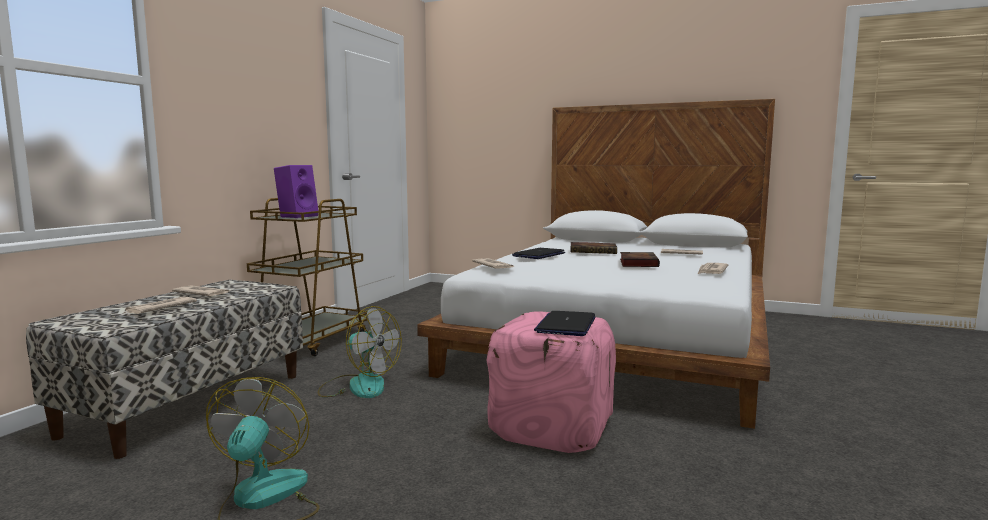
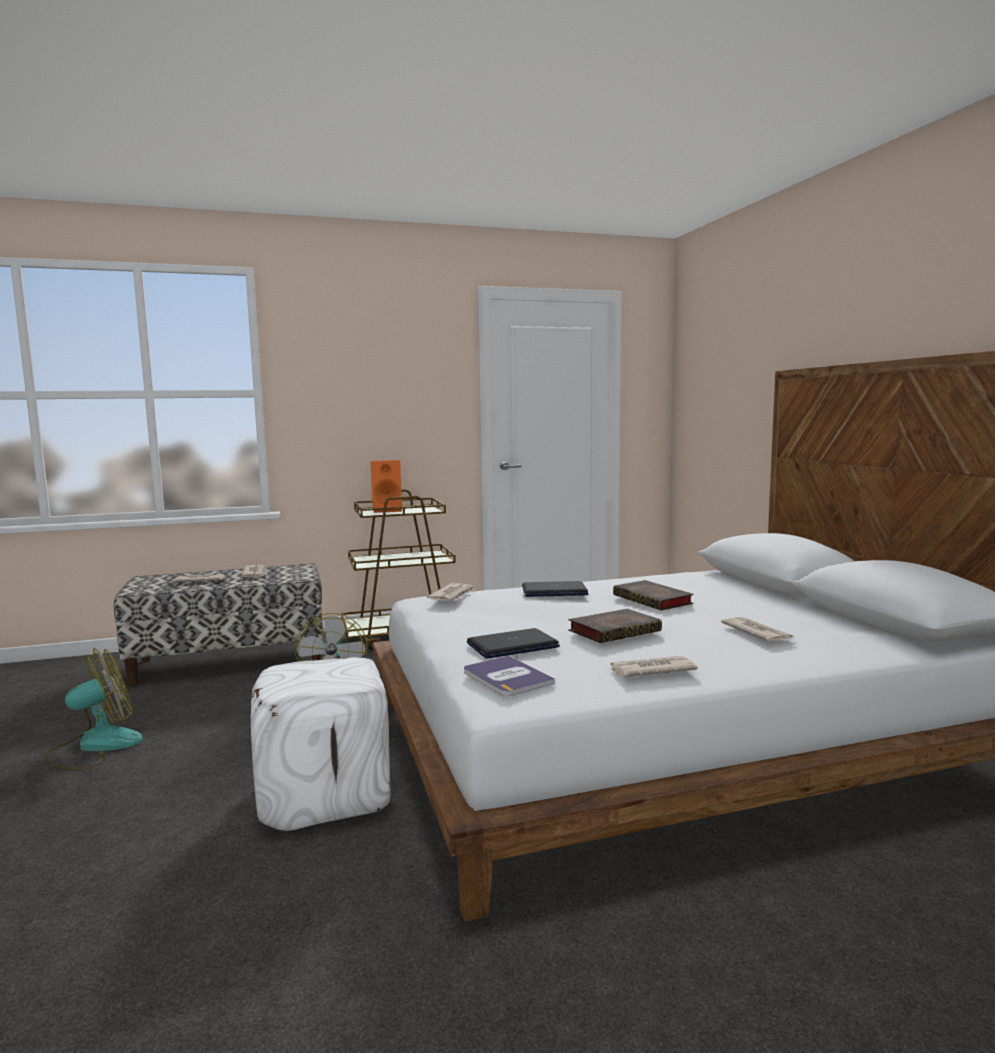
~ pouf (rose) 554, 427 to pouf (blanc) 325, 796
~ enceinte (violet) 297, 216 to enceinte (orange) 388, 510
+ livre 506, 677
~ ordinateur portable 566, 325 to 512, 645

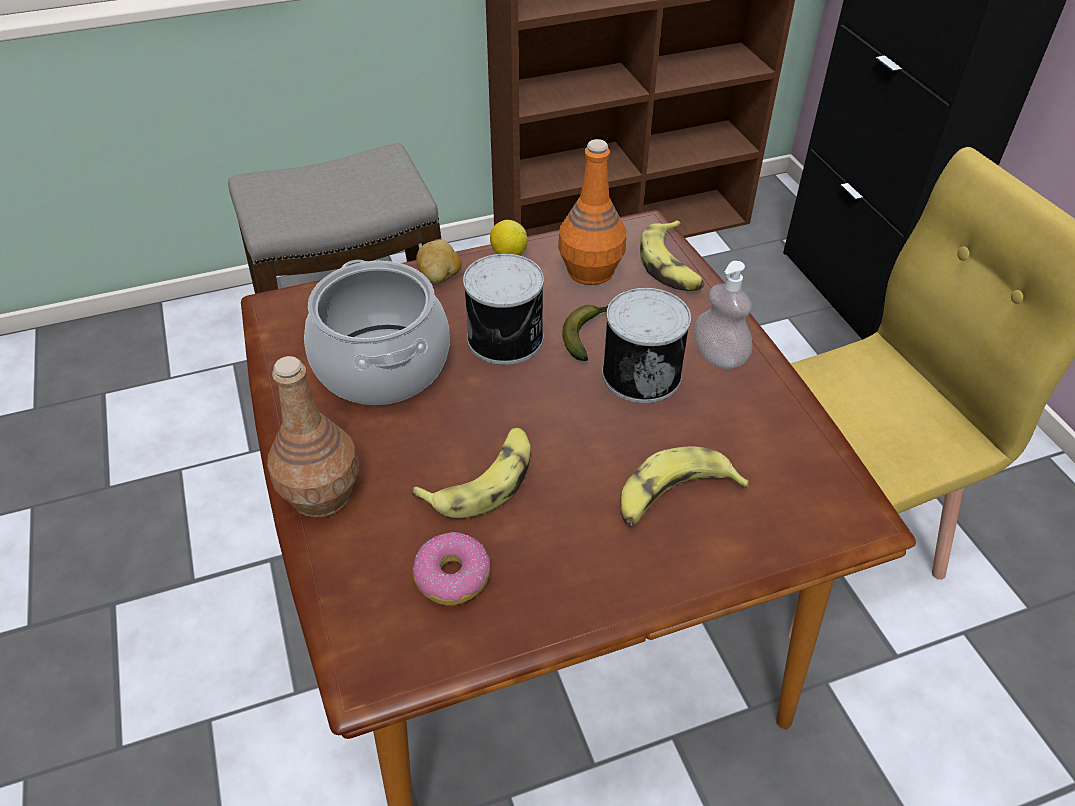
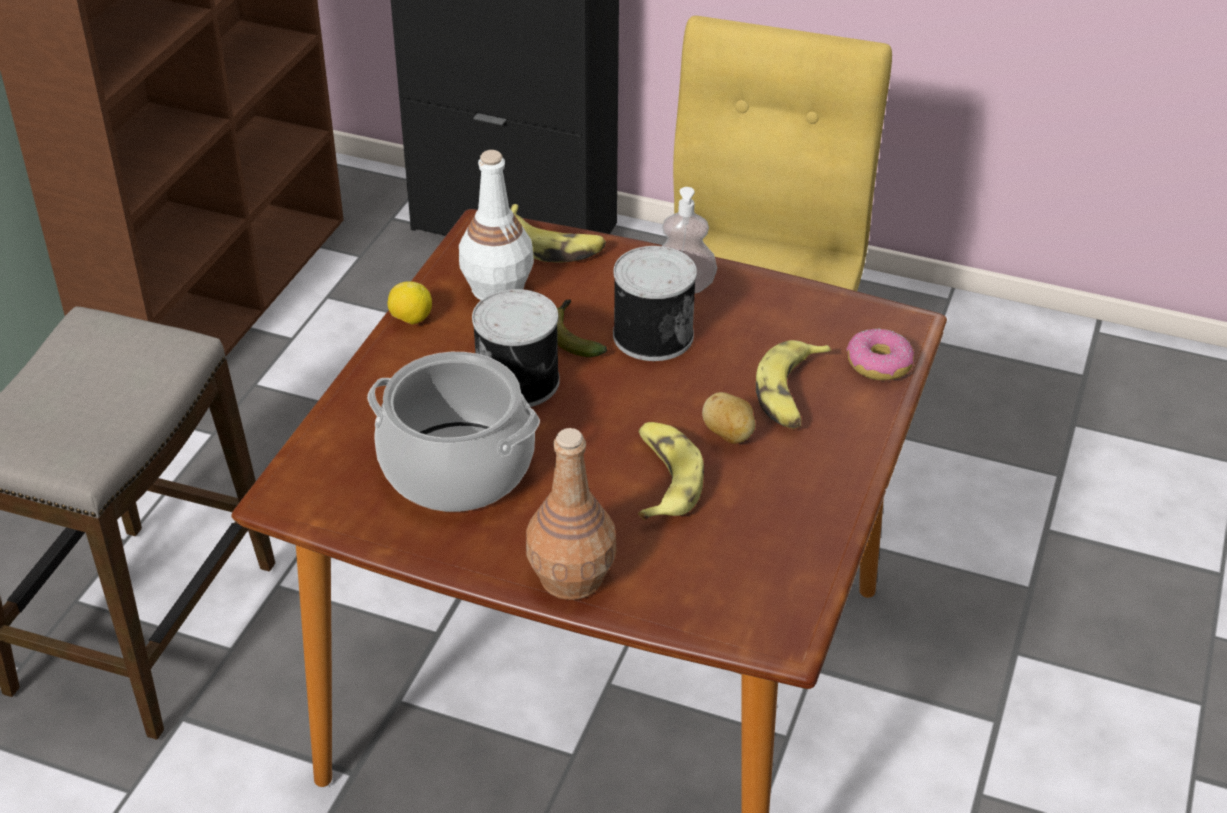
~ bouteille (orange) 589, 271 to bouteille (blanc) 497, 289
~ pomme de terre 440, 278 to 728, 435
~ beignet 452, 576 to 878, 364

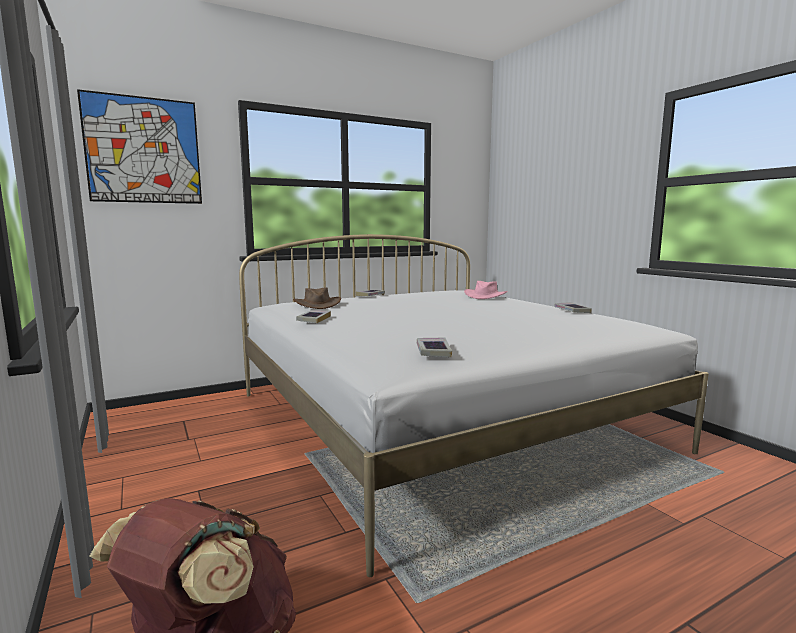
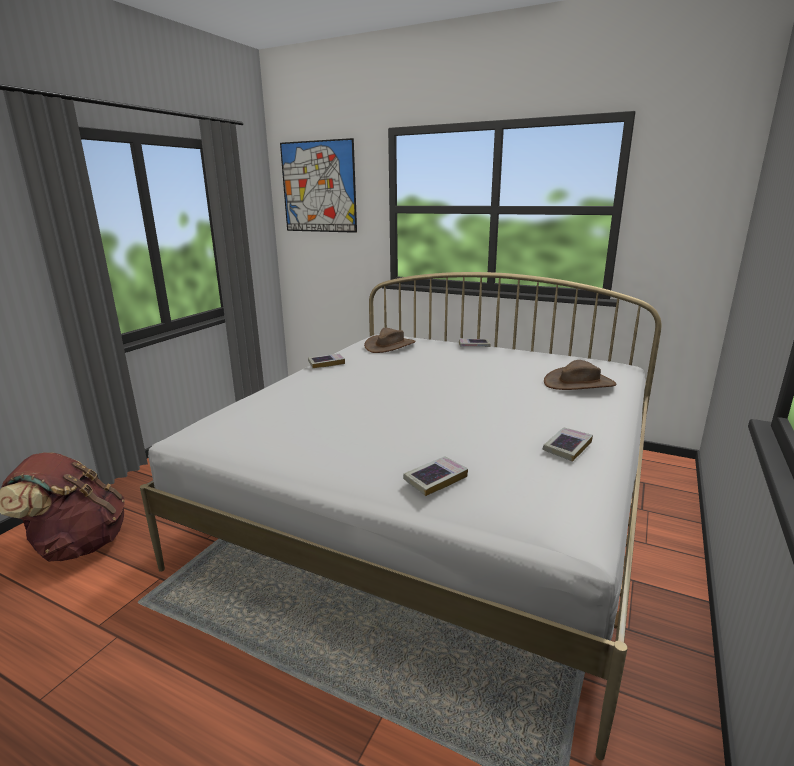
~ livre 433, 351 to 435, 479
~ chapeau (rose) 485, 296 to chapeau (marron) 579, 383

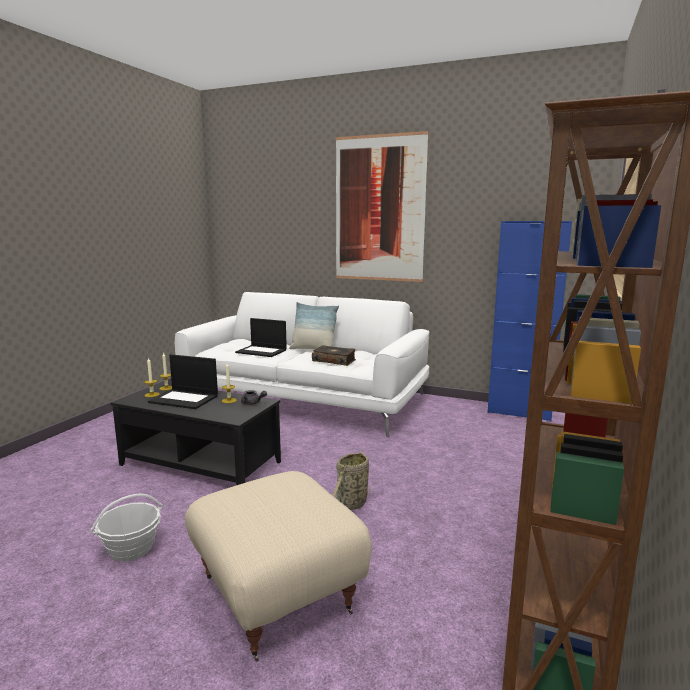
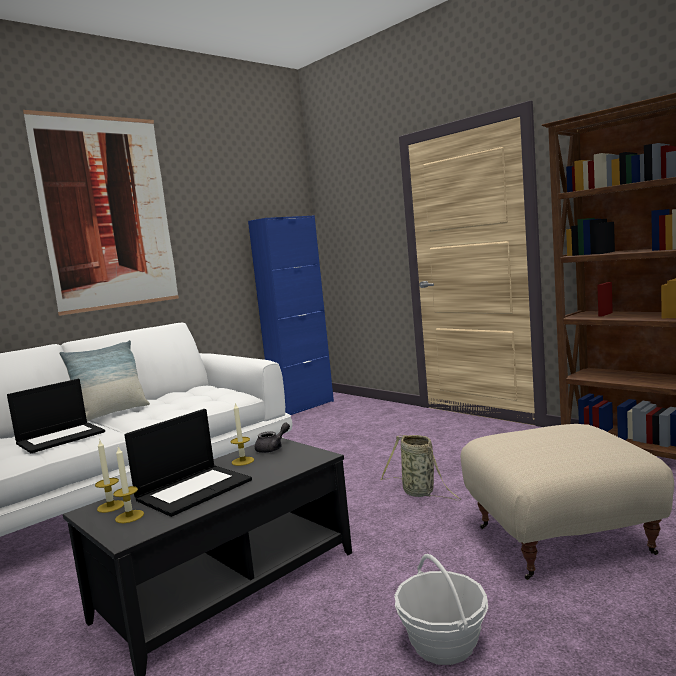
- livre 334, 360

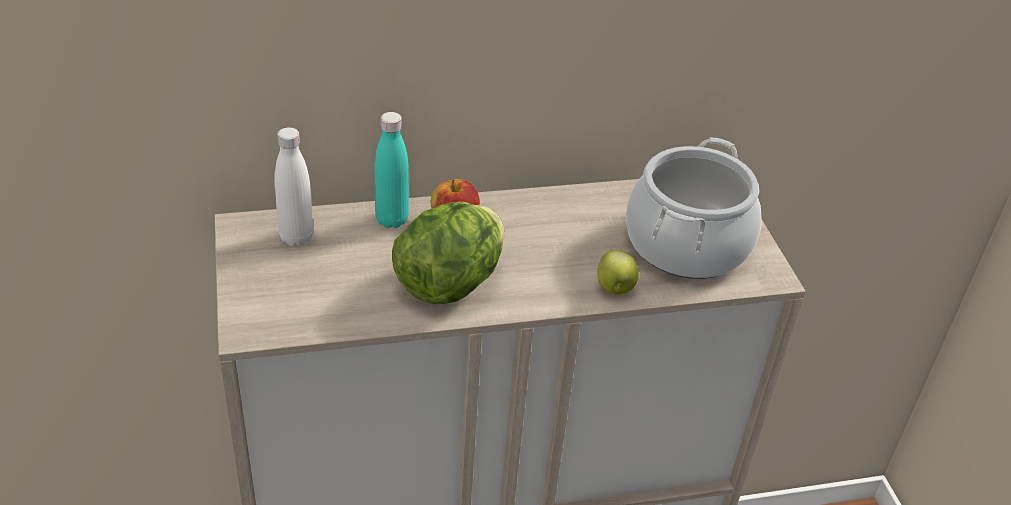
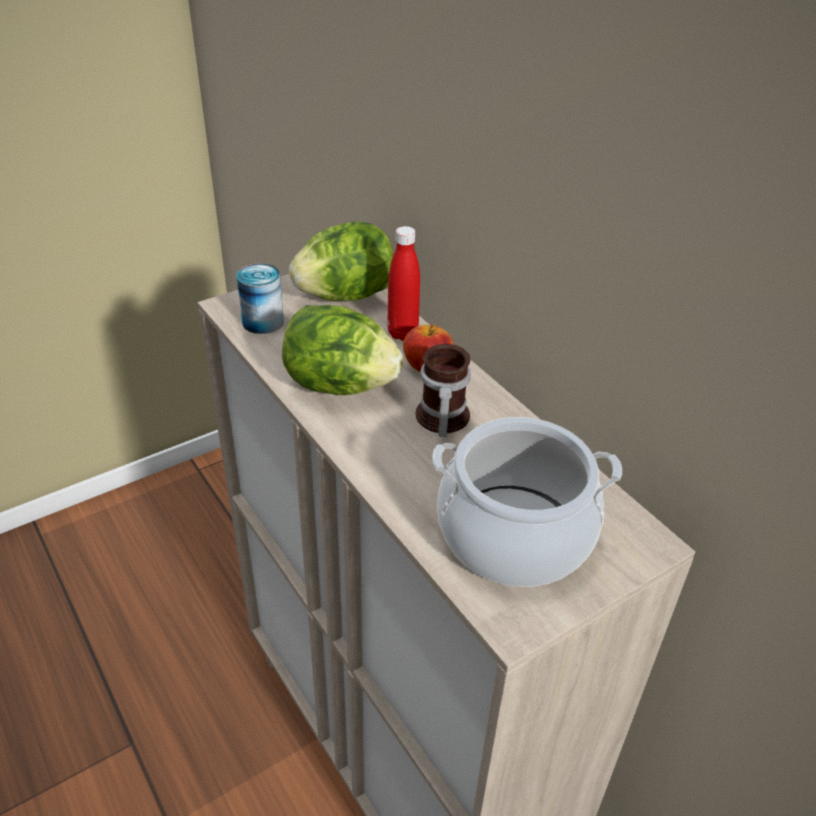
+ boîte métallique 263, 322
~ bouteille (blanc) 296, 237 to laitue 346, 295
~ bouteille (turquoise) 391, 220 to bouteille (rouge) 402, 333
+ mug 439, 419
- pomme 615, 288

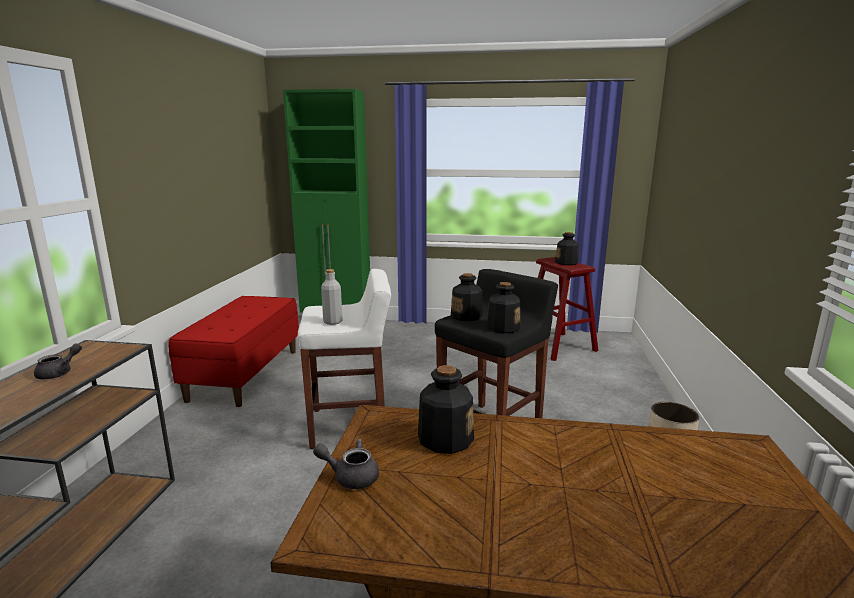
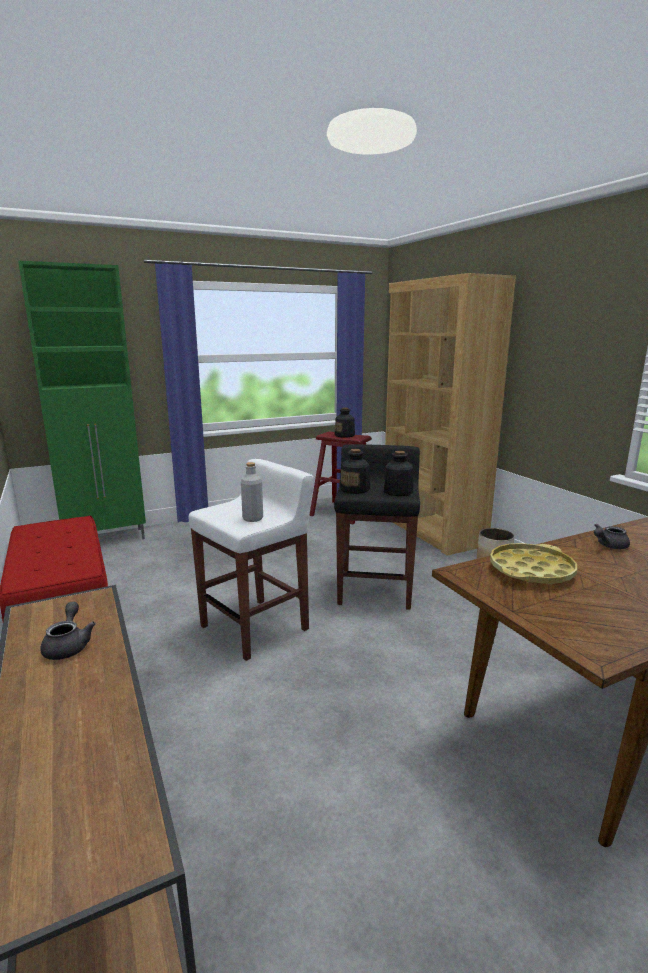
+ bibliothèque (marron) 431, 530
~ bouteille 445, 438 to plateau (jaune) 531, 570
~ théière (gris) 350, 476 to 608, 546

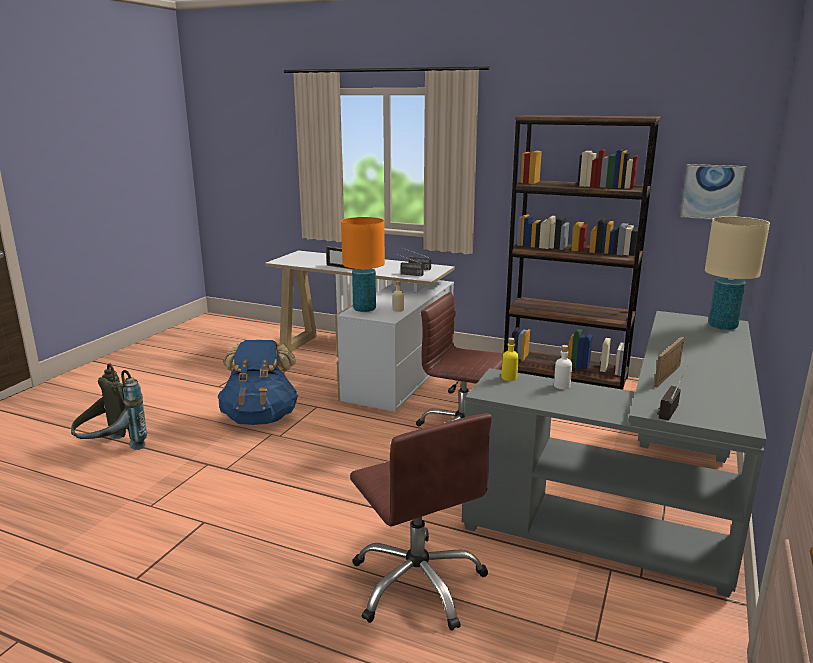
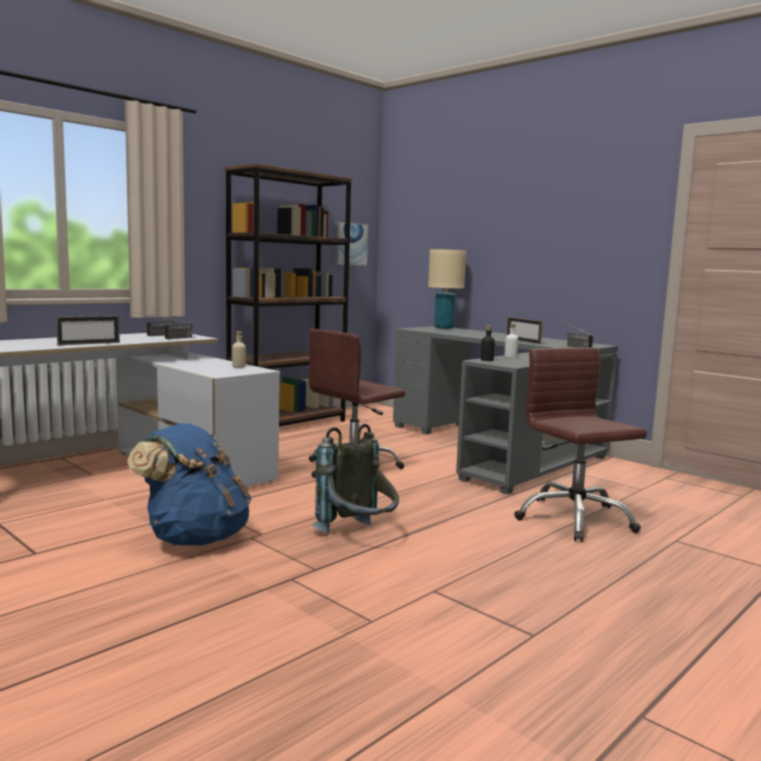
~ sac à dos (gris) 111, 450 to 359, 536
~ bouteille (jaune) 509, 377 to bouteille (noir) 487, 360
~ chaise de bureau (marron) 418, 583 = 574, 519 105 degrees counterclockwise
- lampe de table (orange) 364, 309

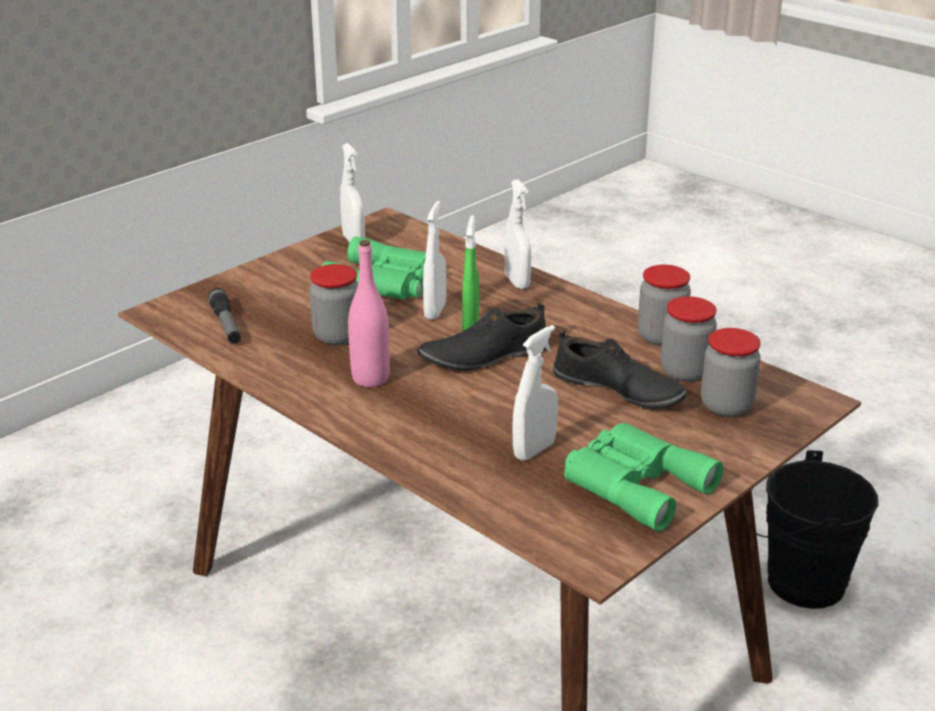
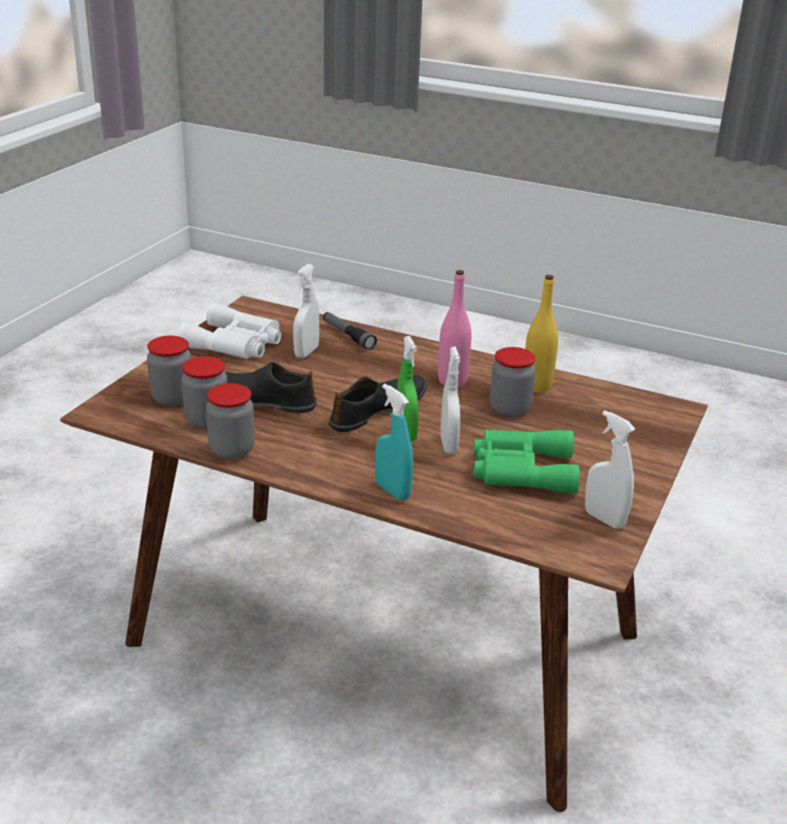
~ jumelles (vert) 634, 483 to jumelles (blanc) 235, 343
~ lampe de poche 226, 325 to 348, 336
~ vaporisateur (blanc) 517, 282 to vaporisateur (turquoise) 392, 491
+ bouteille (jaune) 537, 386
- seau (noir) 796, 582

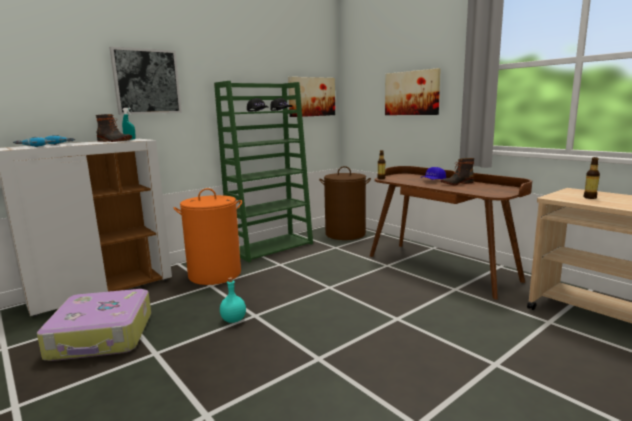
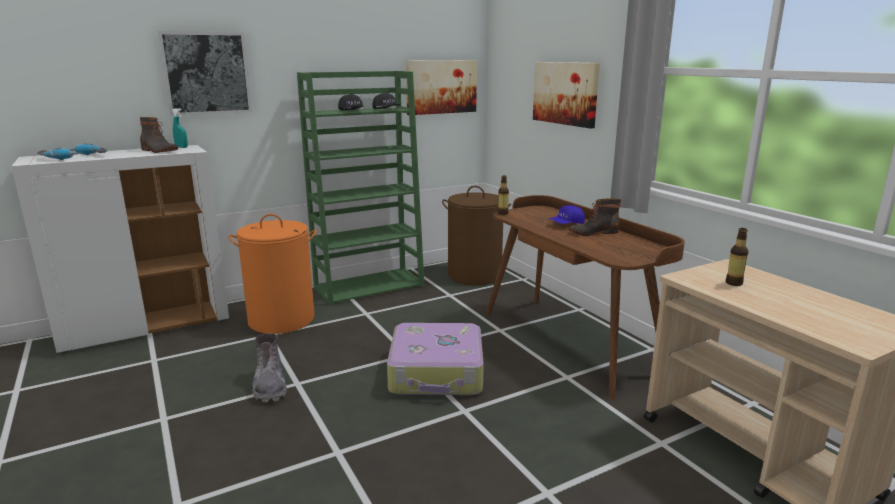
~ bouteille (turquoise) 233, 320 to botte (gris) 270, 386
~ valise 102, 336 to 437, 373

